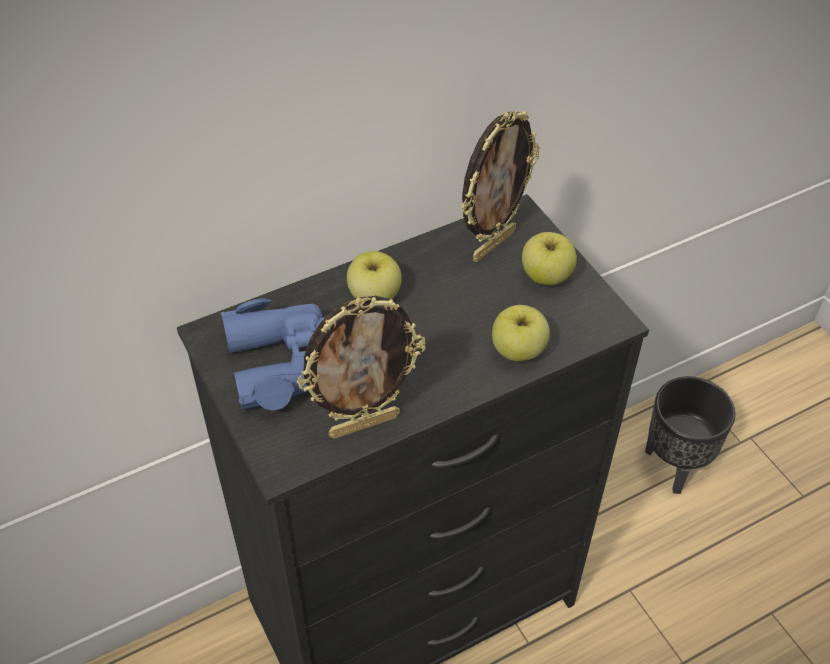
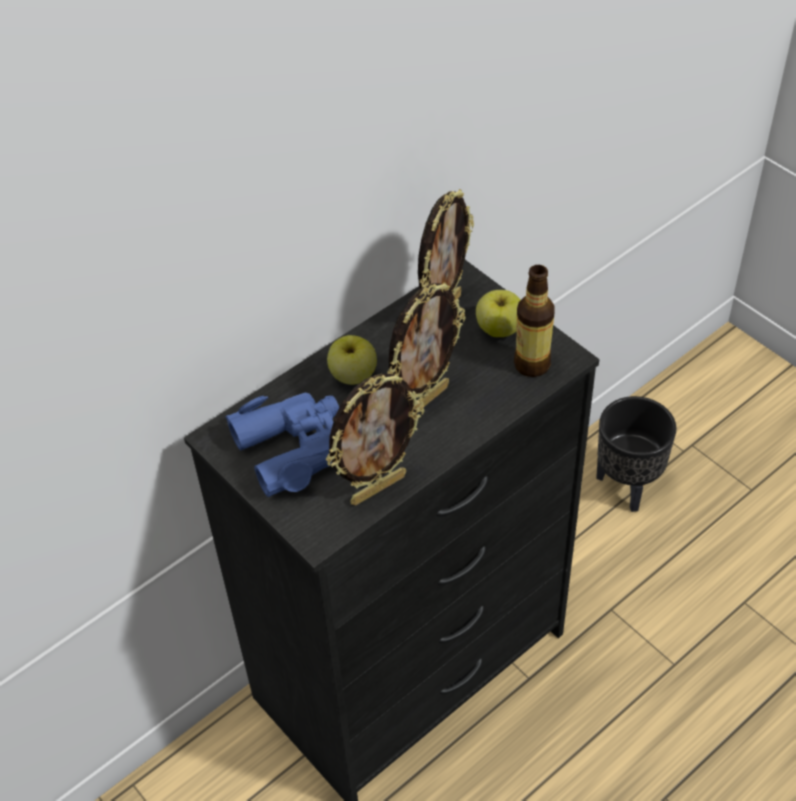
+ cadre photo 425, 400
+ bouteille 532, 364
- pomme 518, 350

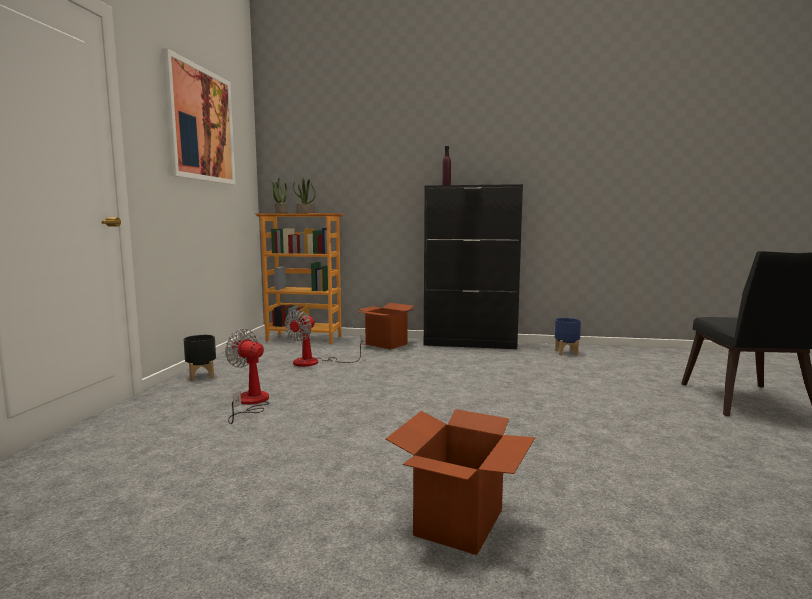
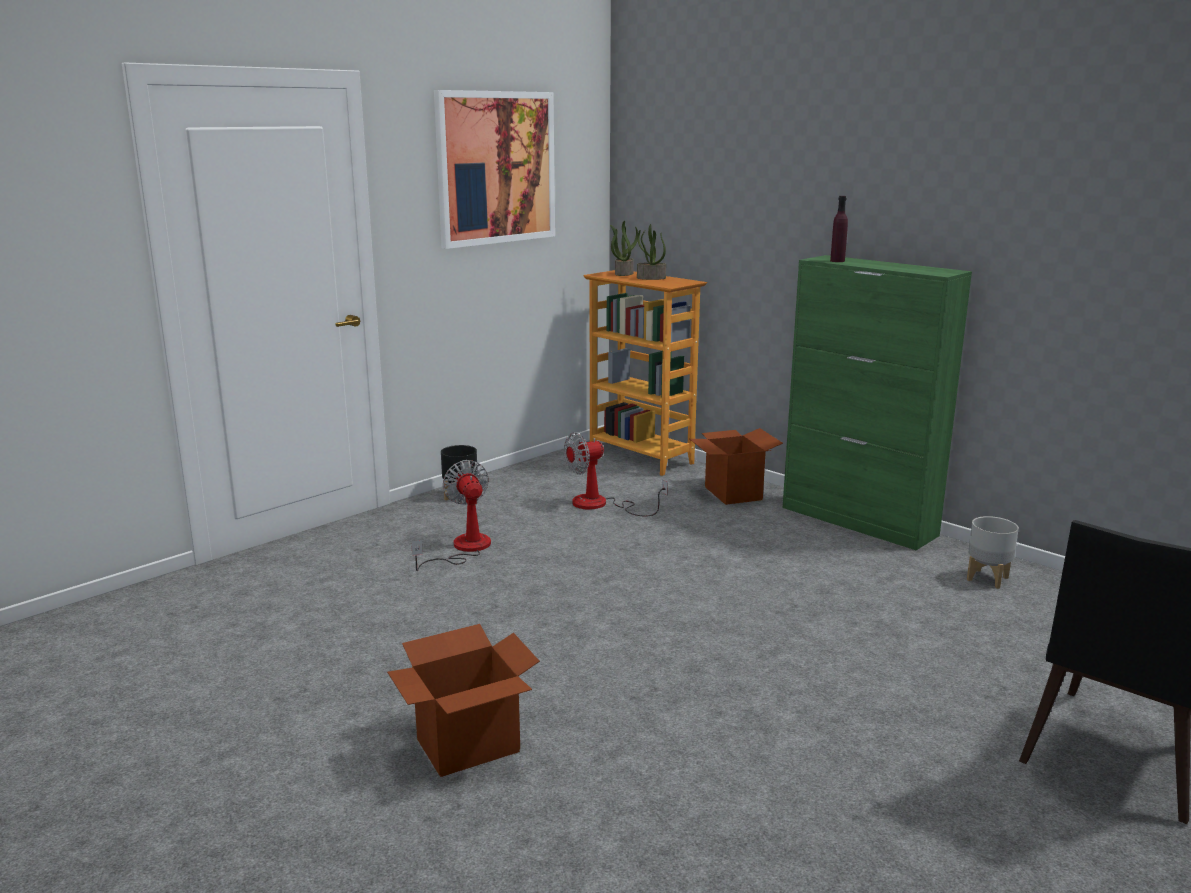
~ meuble de rangement (noir) 470, 344 to meuble de rangement (vert) 859, 521
~ cache-pot (bleu) 566, 352 to cache-pot (gris) 987, 578

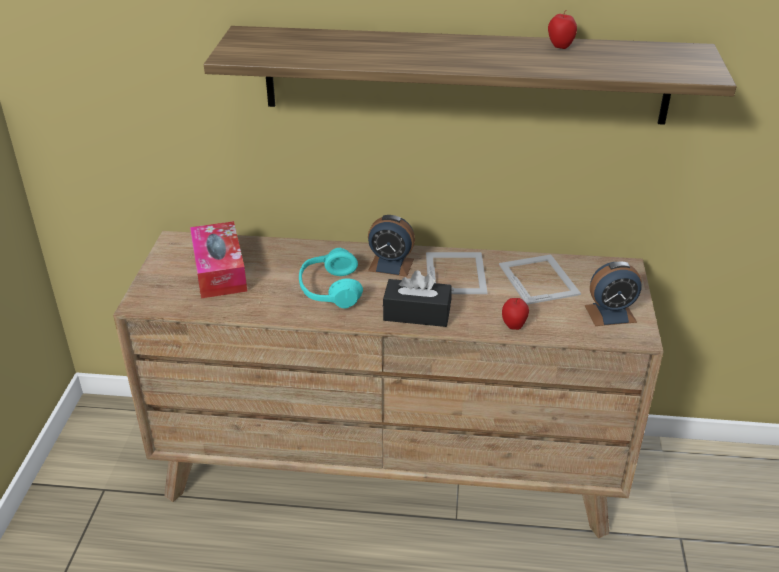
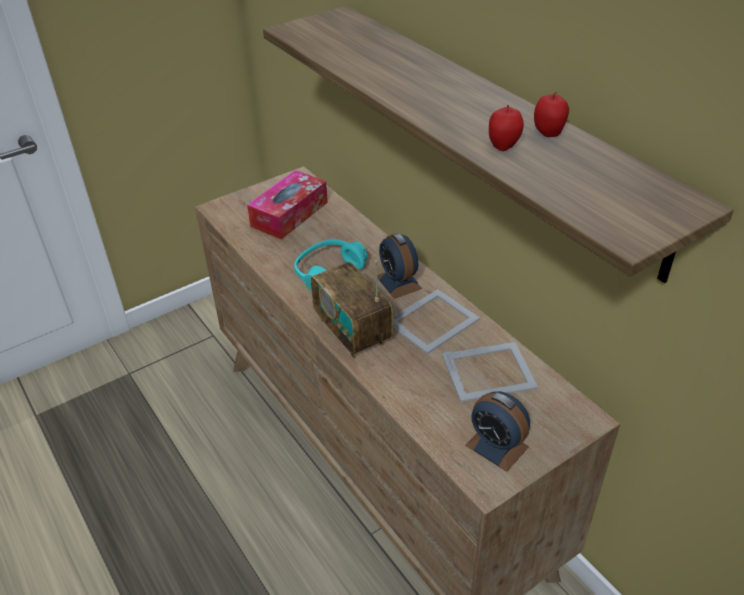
~ boîte à mouchoirs (noir) 417, 313 to radio 353, 331
~ cadre photo 539, 278 = 490, 372 45 degrees clockwise
~ pomme 513, 325 to 503, 146

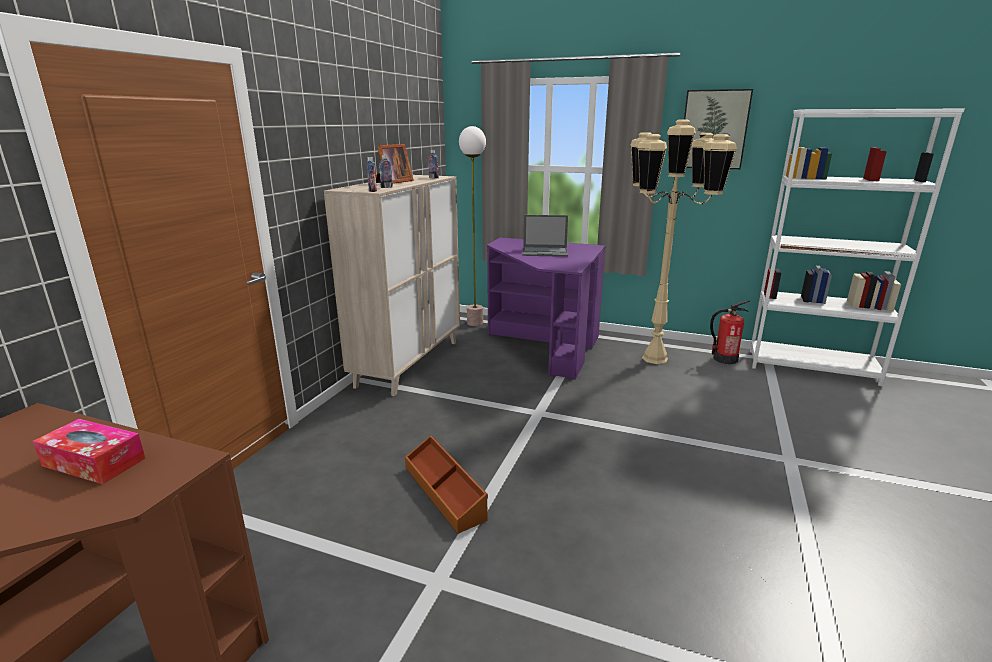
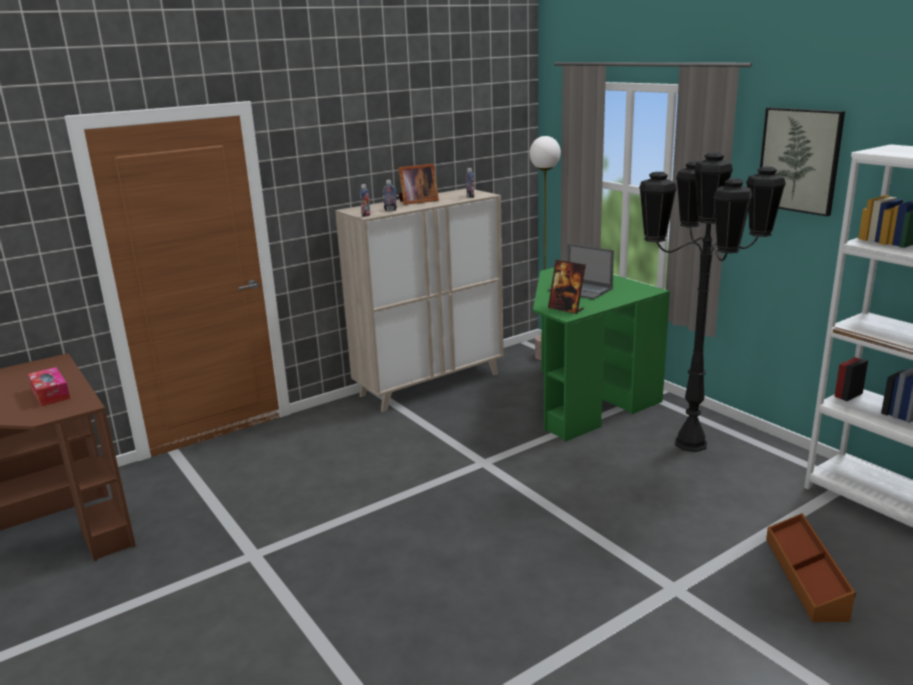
~ bureau (violet) 543, 345 to bureau (vert) 582, 397
+ cadre photo 566, 309
~ lampadaire (beige) 655, 359 to lampadaire (noir) 690, 444
~ boîte de rangement (marron) 445, 492 to 806, 577
- extincteur 724, 359

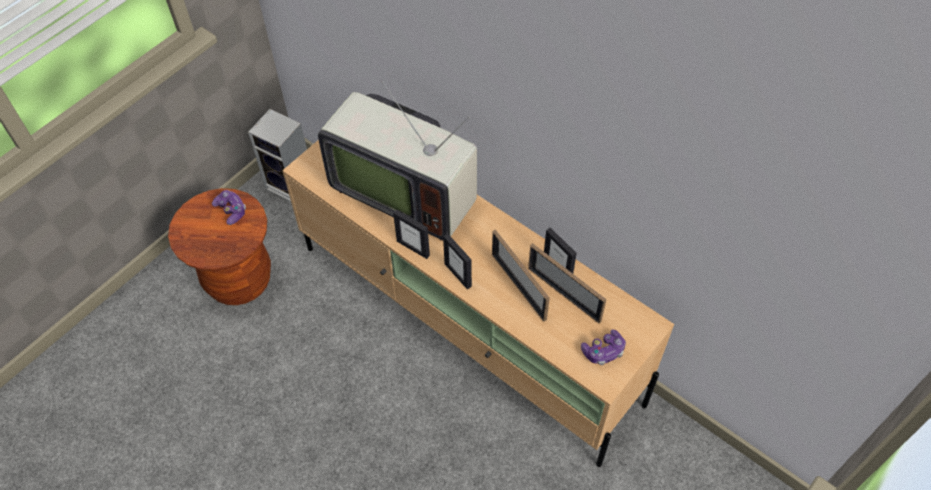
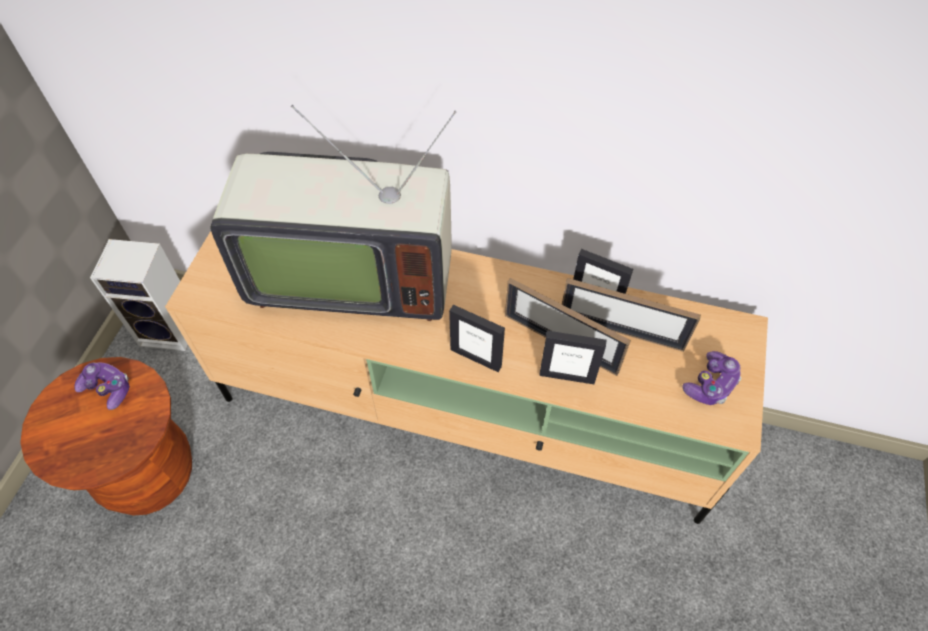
~ cadre photo 413, 248 to 567, 376

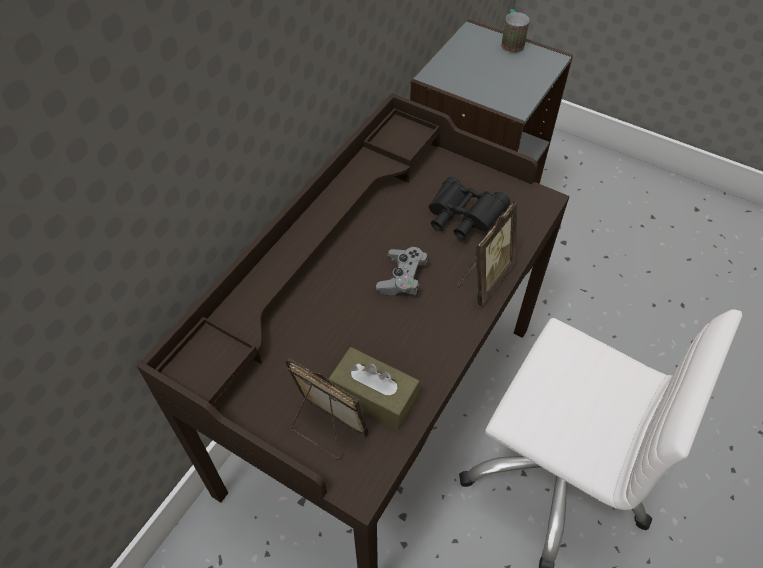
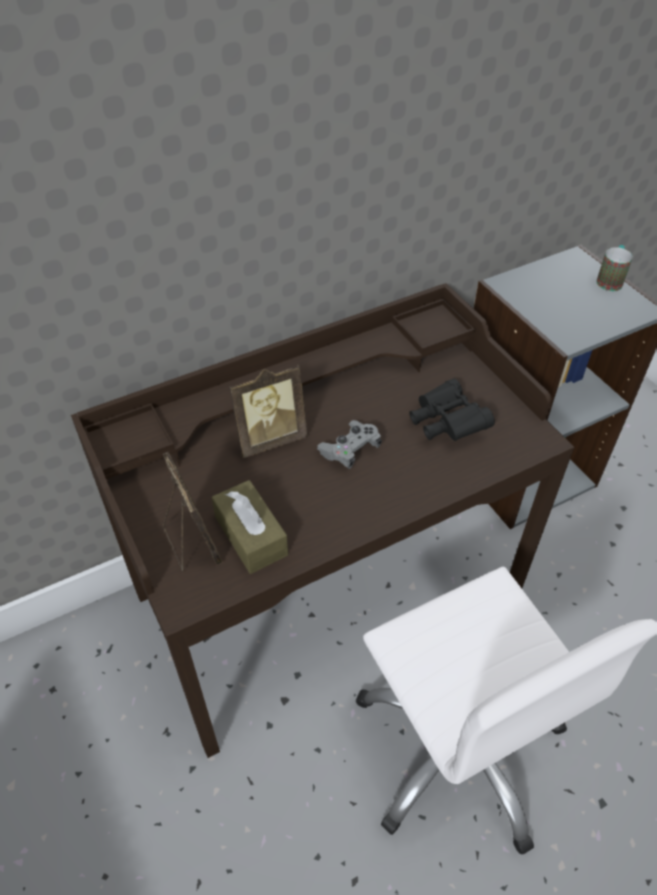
~ cadre photo 484, 278 to 269, 438

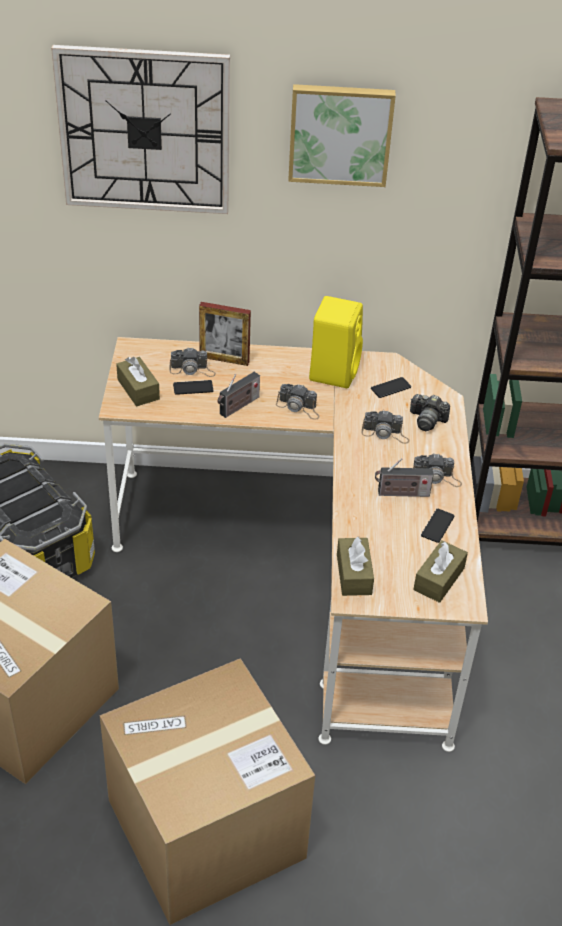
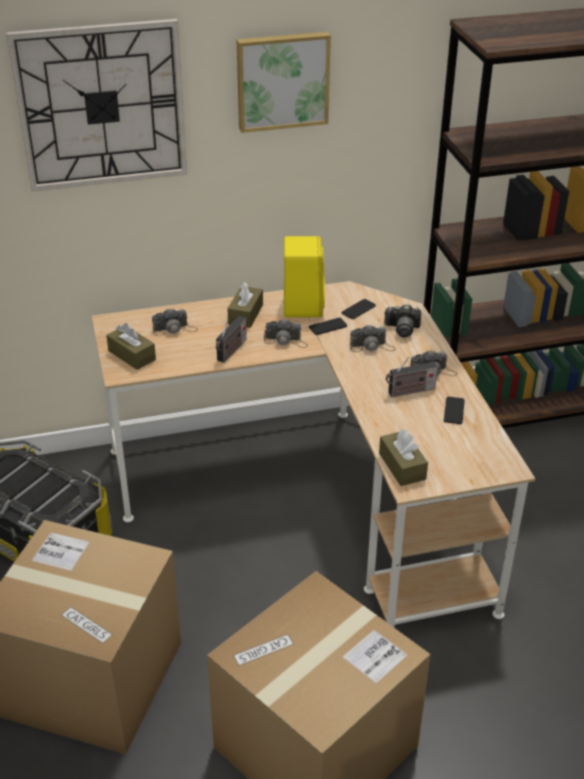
~ boîte à mouchoirs (marron) 439, 579 to 245, 314
~ téléphone 193, 388 to 328, 327
- cadre photo 224, 359

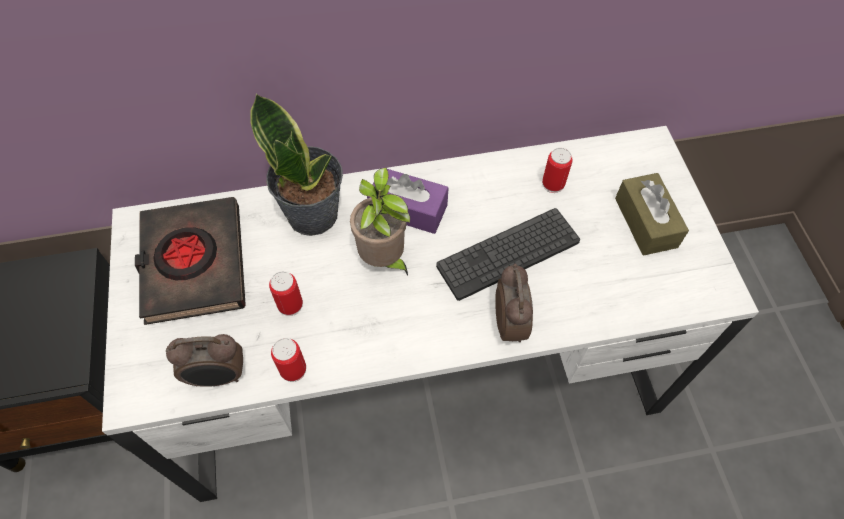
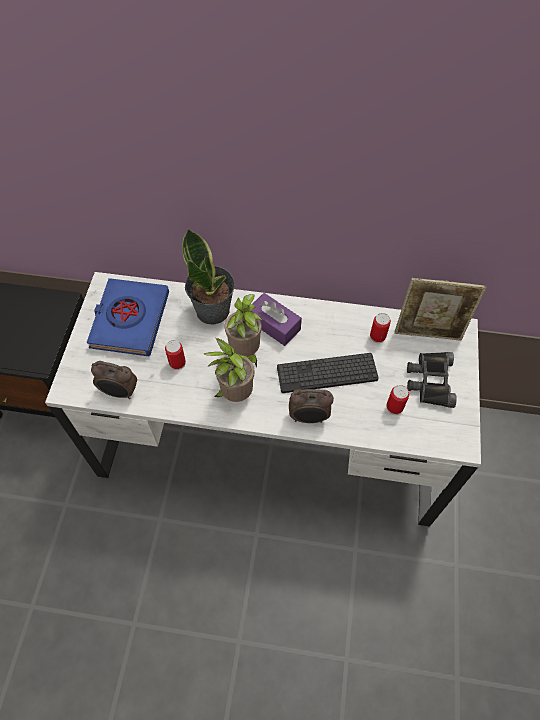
~ livre (noir) 193, 264 to livre (bleu) 129, 320
+ plante en pot 234, 394
~ réveil 510, 323 = 309, 418 75 degrees clockwise
~ boîte métallique 293, 370 to 394, 407
+ cadre photo 428, 333
~ boîte à mouchoirs (marron) 645, 222 to jumelles (noir) 430, 381

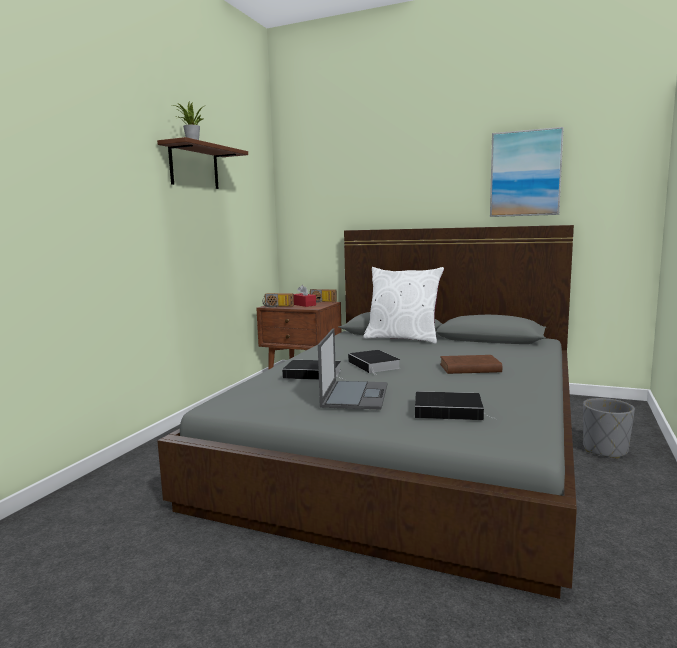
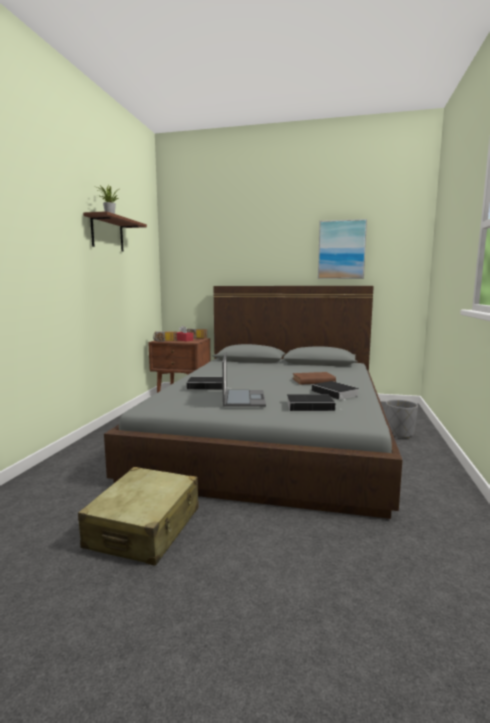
+ valise (beige) 144, 528
~ livre 375, 365 to 336, 393
- coussin (blanc) 402, 338

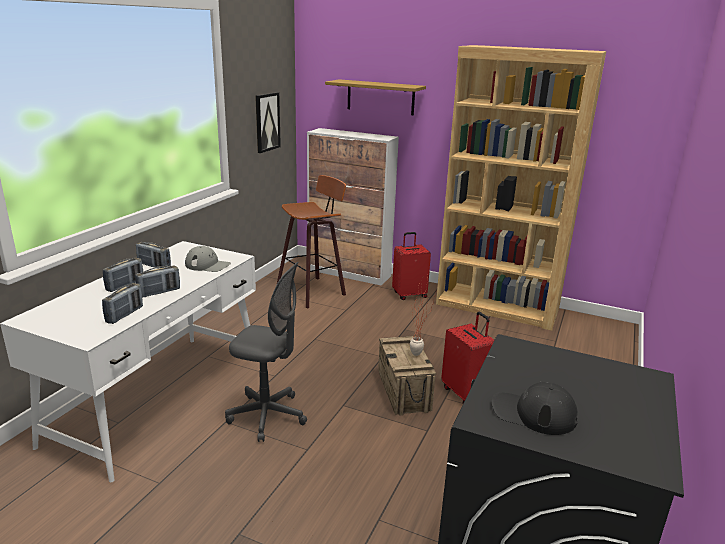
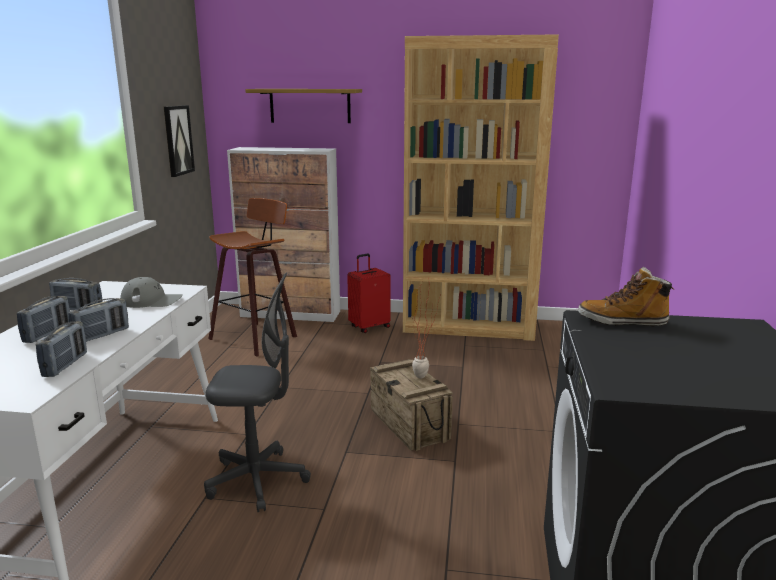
+ botte 622, 321
- valise (rouge) 465, 393
- casquette (noir) 533, 413

